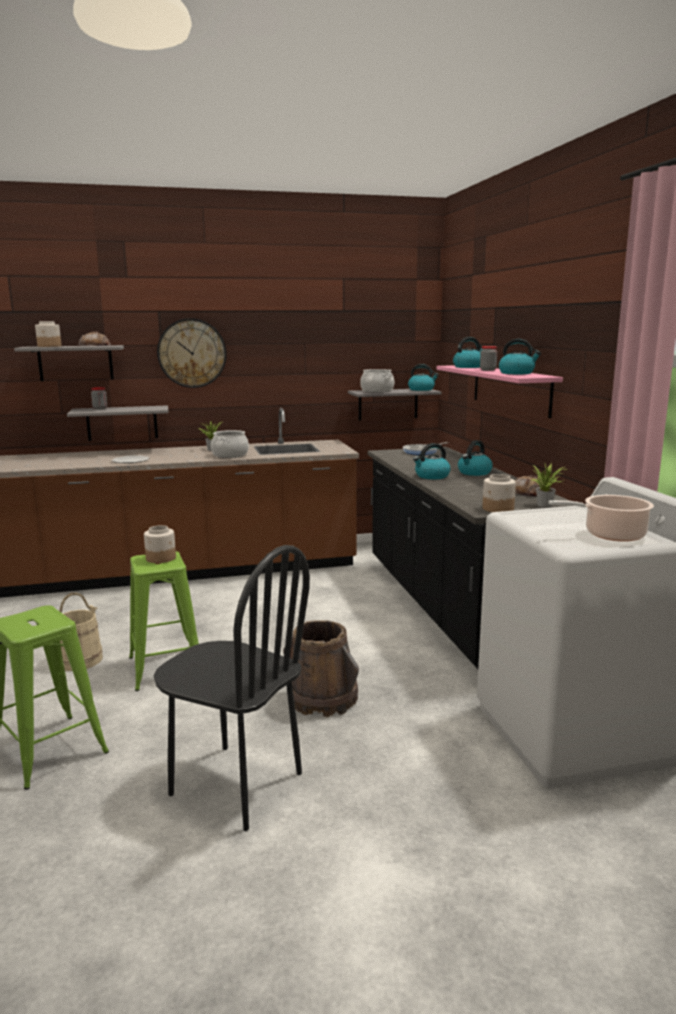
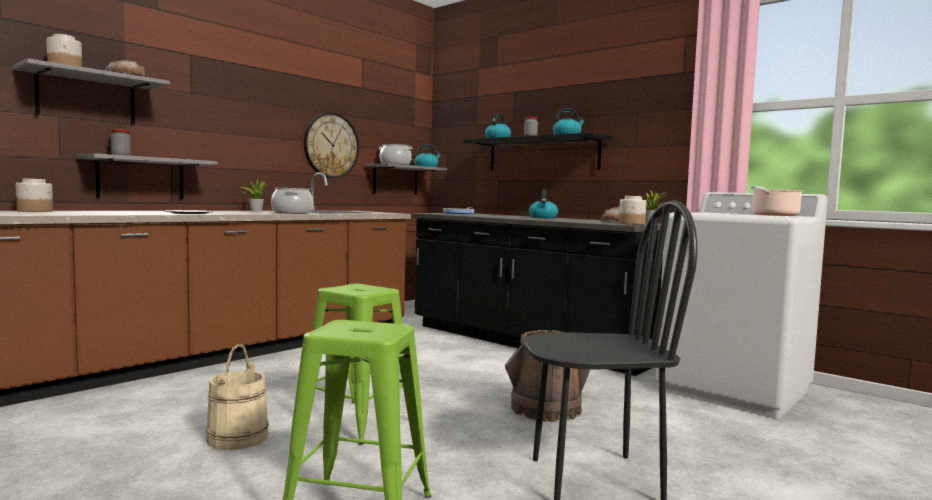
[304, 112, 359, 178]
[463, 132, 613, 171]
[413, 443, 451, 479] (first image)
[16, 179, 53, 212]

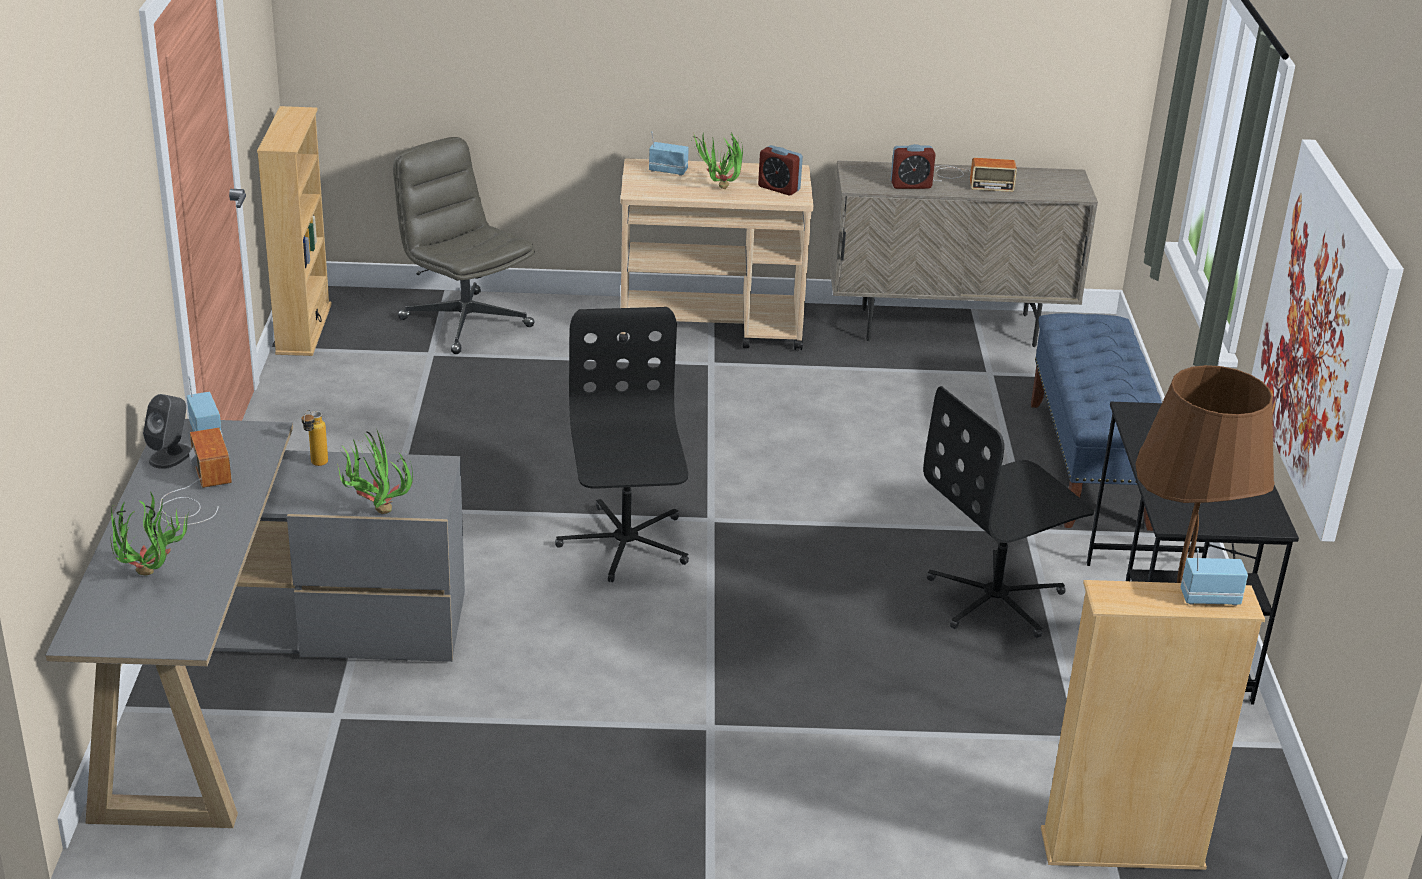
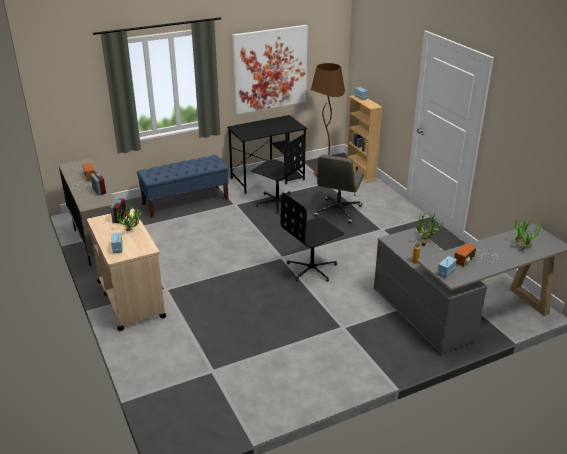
[257, 106, 332, 356] (first image)
[314, 154, 364, 223]
[143, 394, 191, 469] (first image)

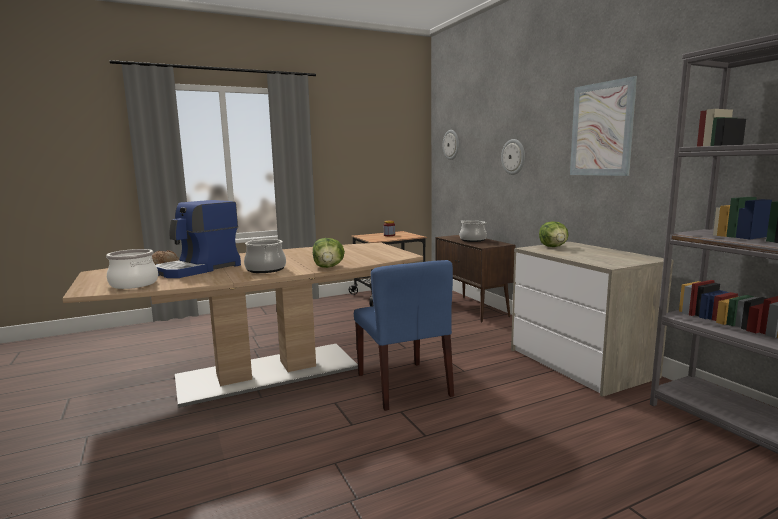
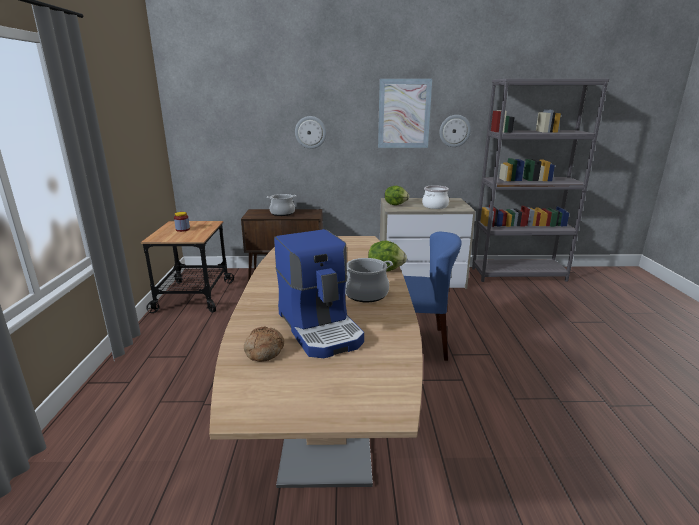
[439, 115, 471, 147]
[422, 185, 449, 209]

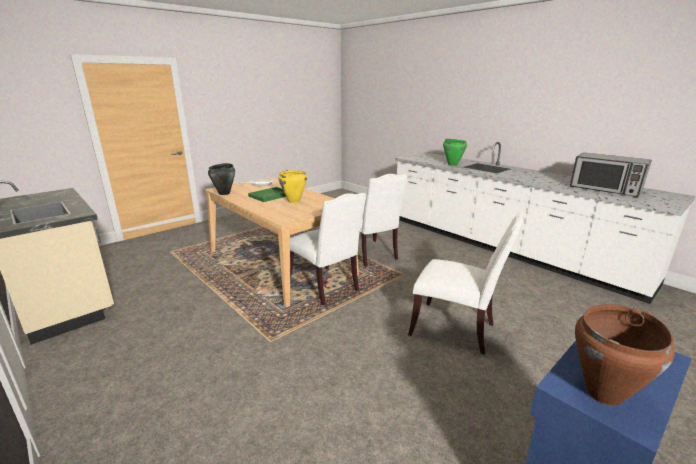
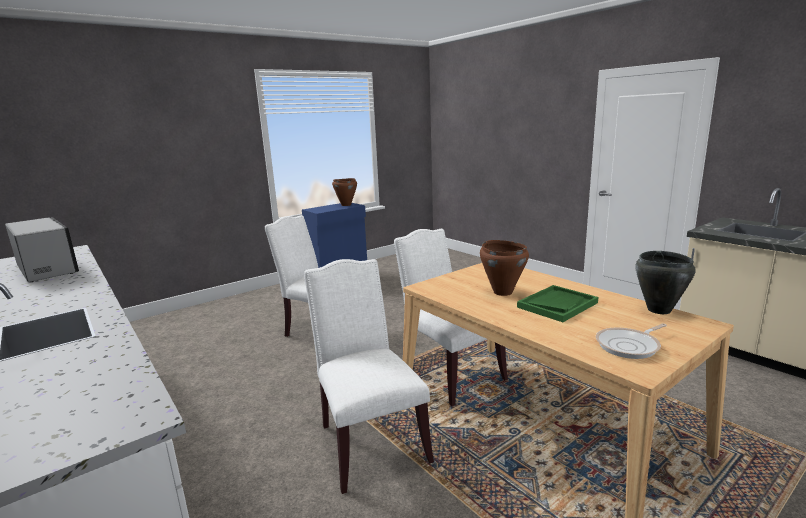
[443, 139, 467, 166] (first image)
[480, 240, 529, 296]

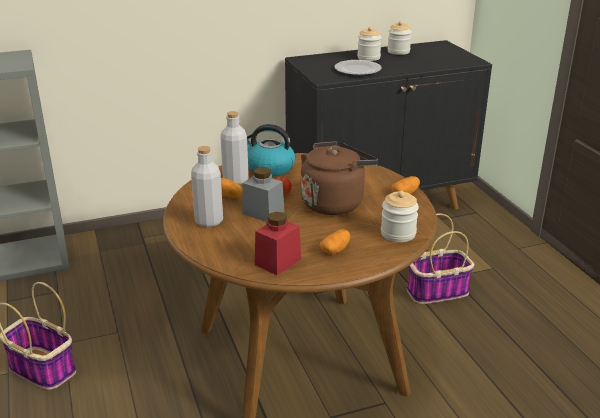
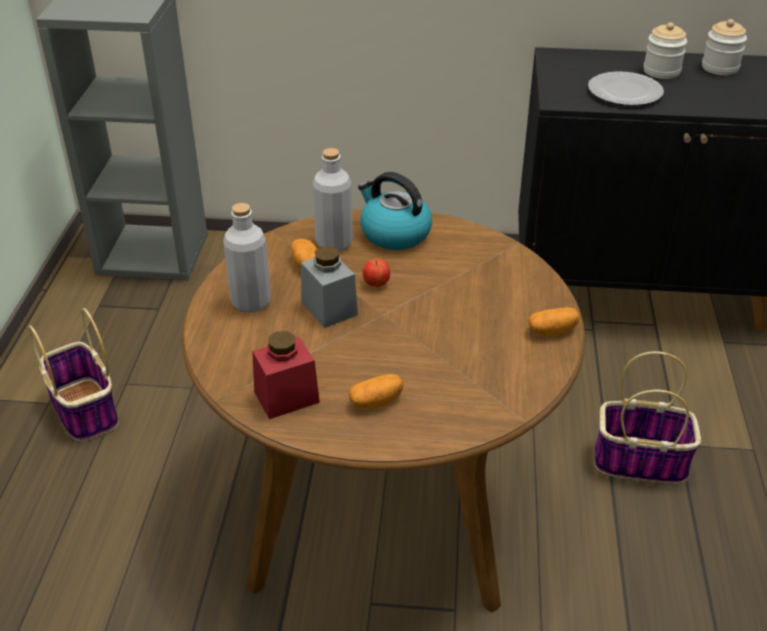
[301, 141, 378, 215] (first image)
[381, 191, 419, 242] (first image)

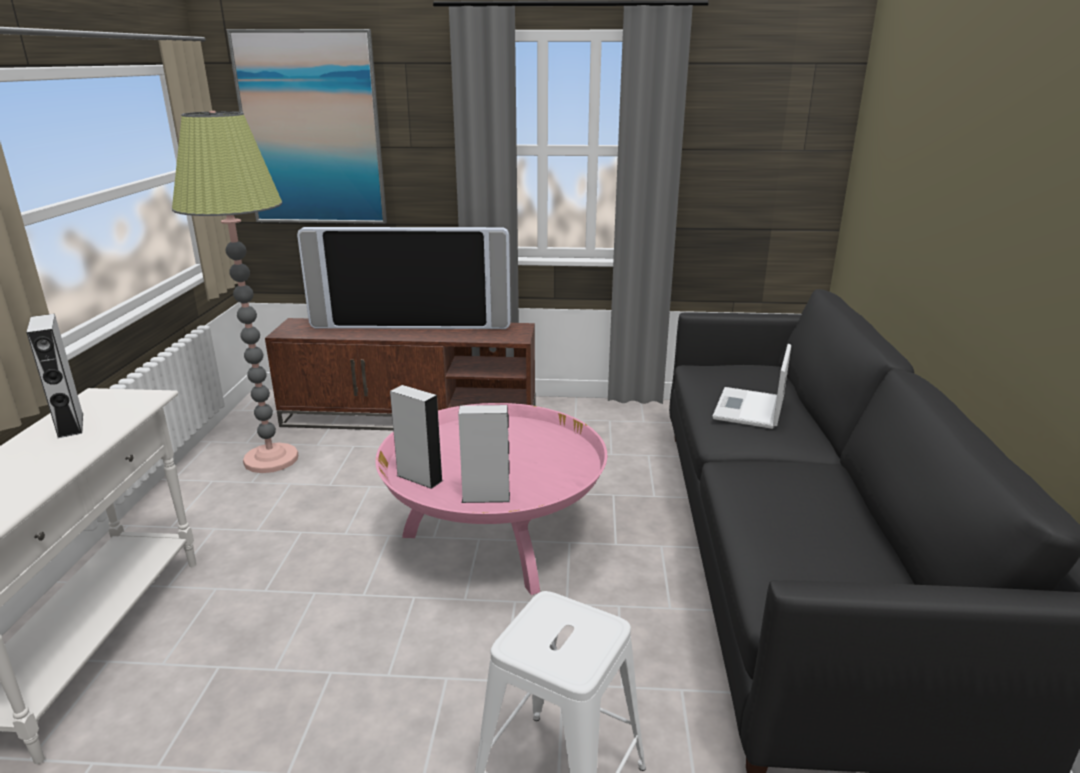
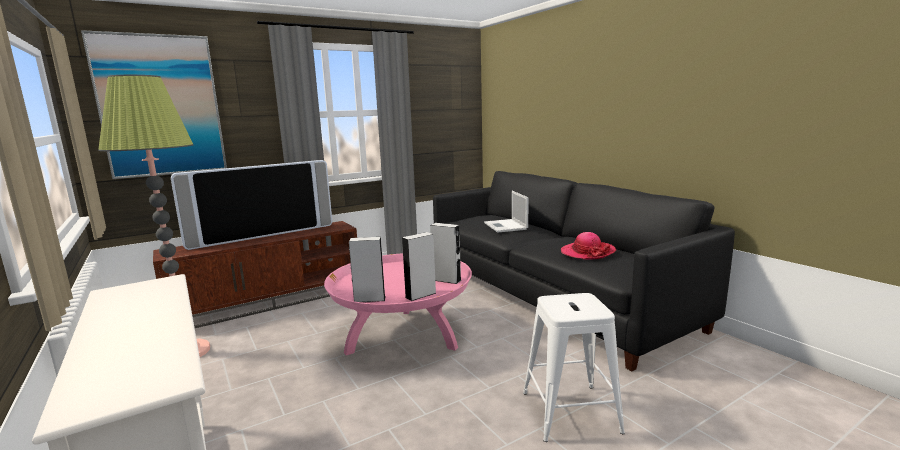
[430, 223, 461, 284]
[561, 232, 617, 260]

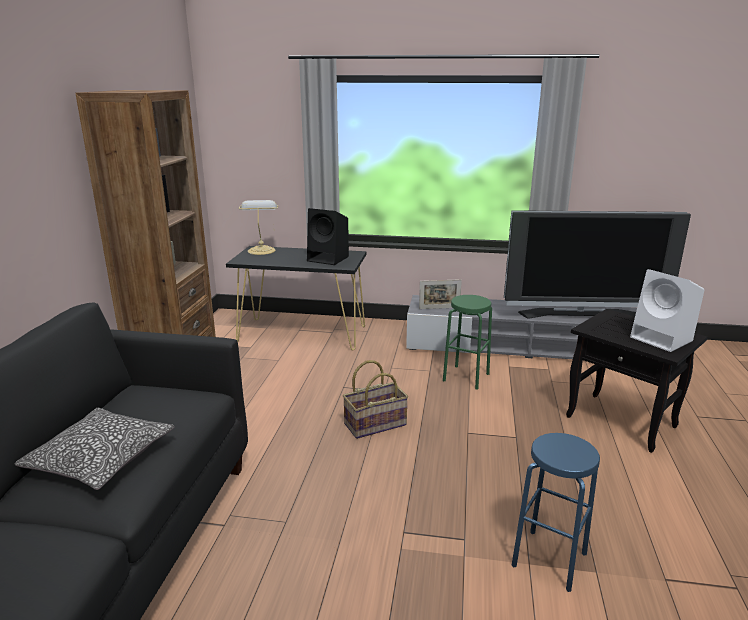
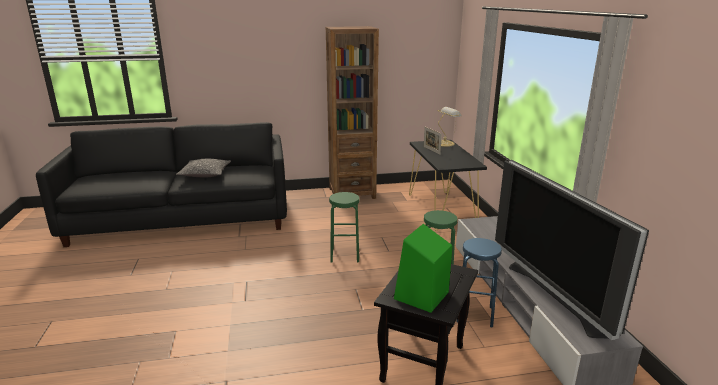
[307, 208, 349, 265] (first image)
[394, 224, 452, 313]
[424, 127, 442, 154]
[329, 192, 360, 263]
[456, 238, 502, 328]

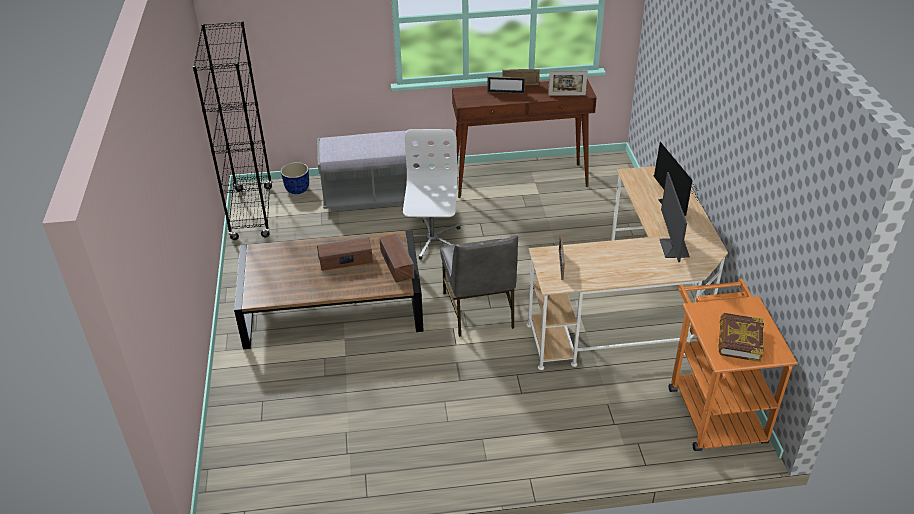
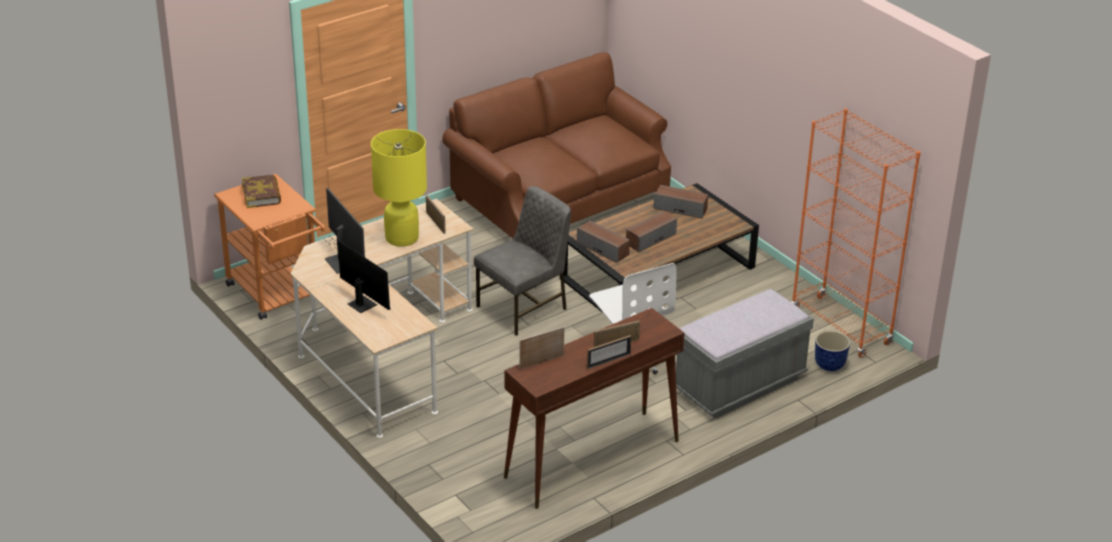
[791, 109, 921, 357]
[474, 186, 571, 336]
[442, 52, 671, 238]
[371, 129, 427, 247]
[653, 185, 708, 219]

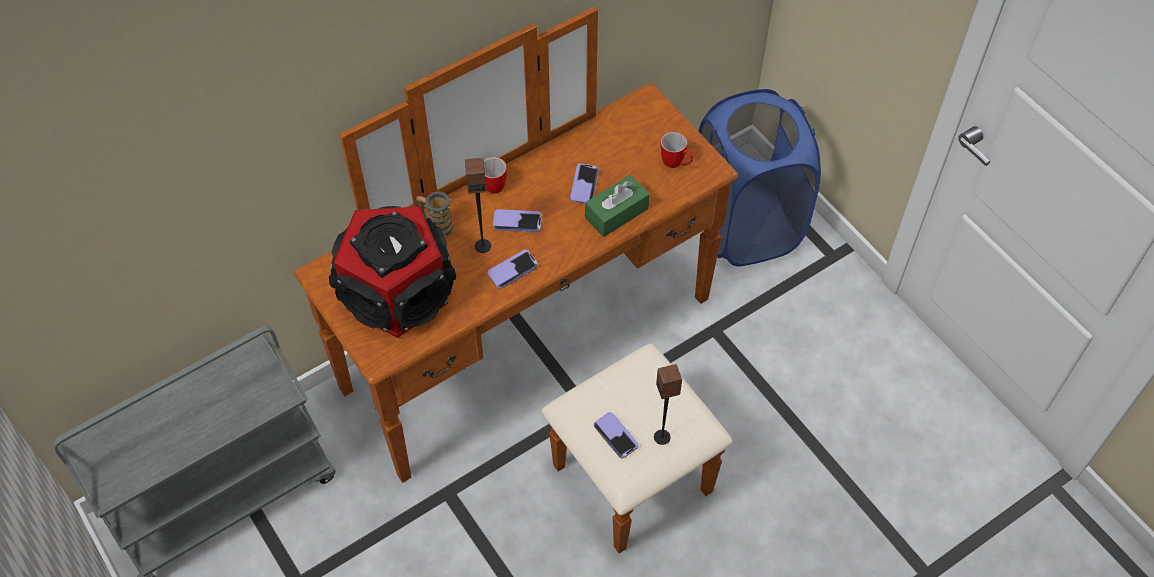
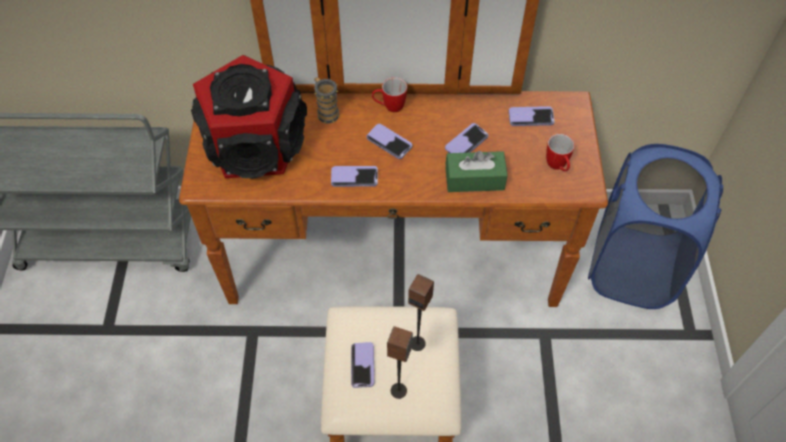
[408, 274, 434, 351]
[509, 106, 555, 126]

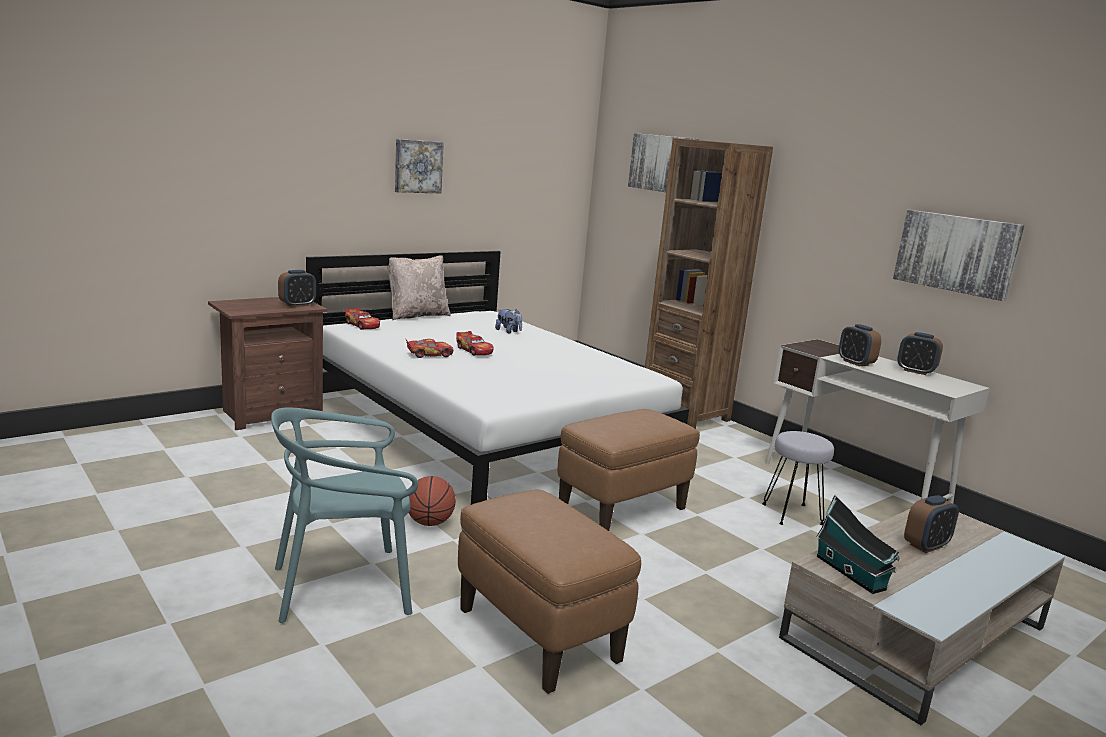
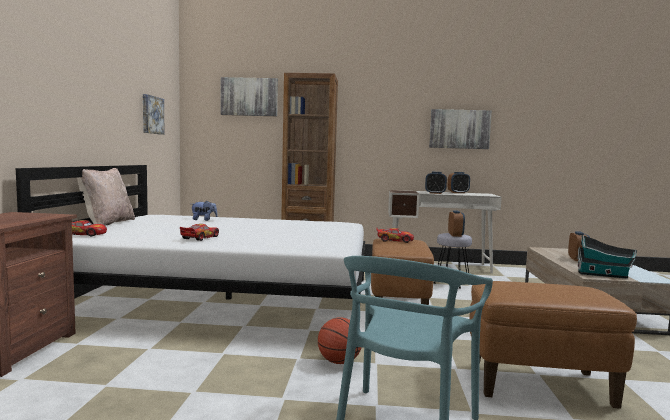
[143, 94, 165, 135]
[448, 210, 465, 237]
[376, 228, 414, 243]

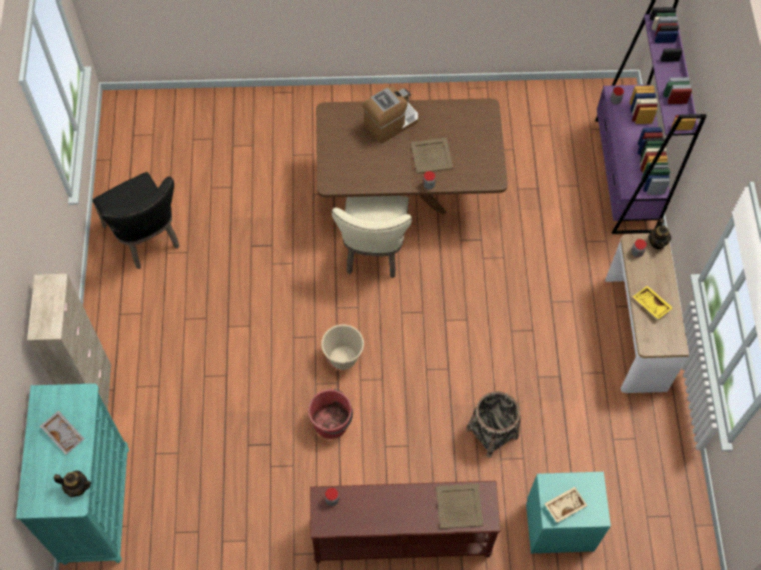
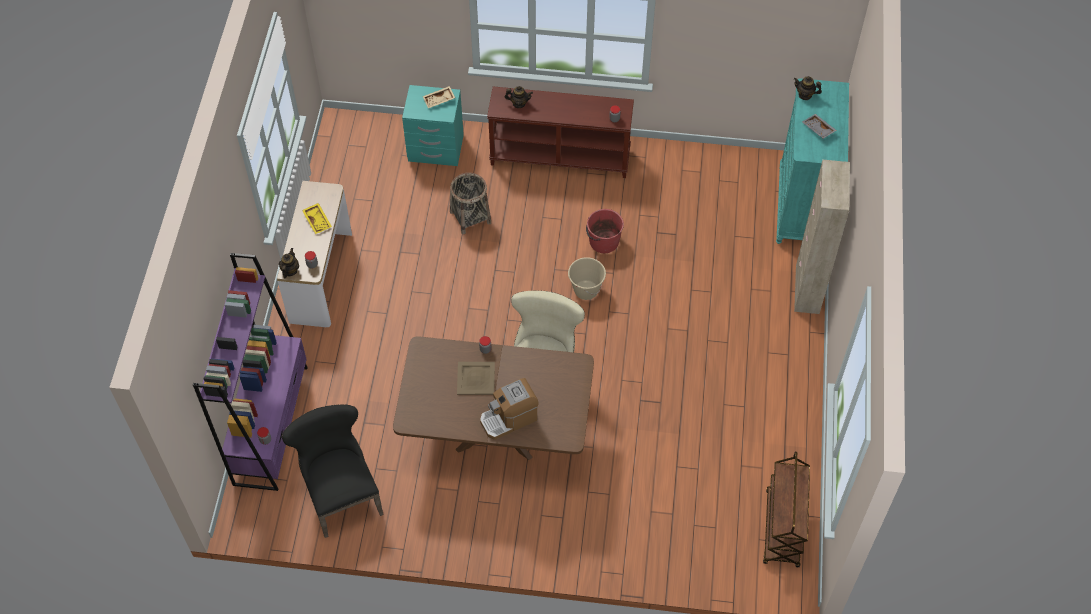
[282, 404, 384, 538]
[505, 86, 533, 108]
[763, 452, 810, 567]

